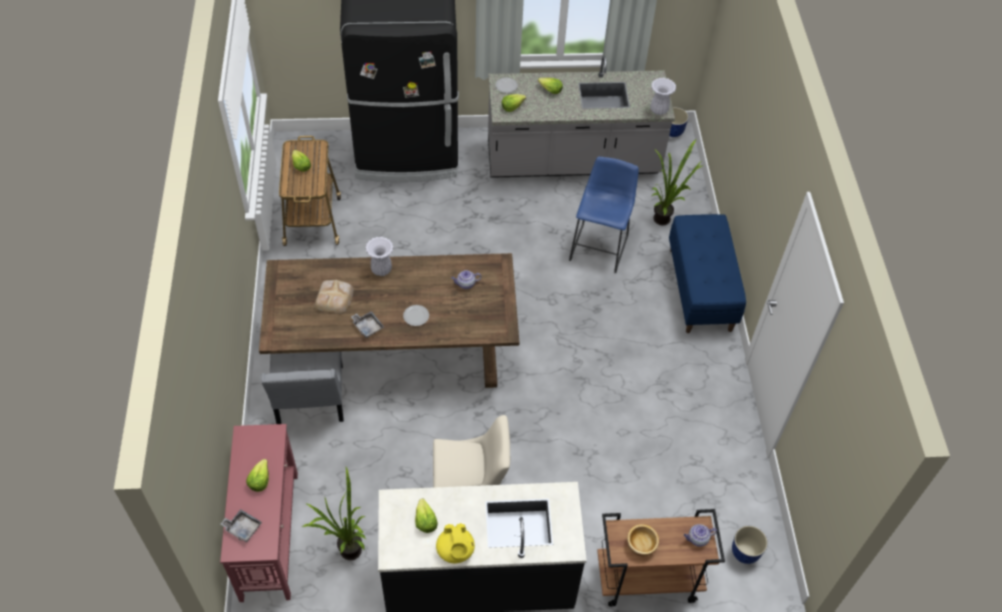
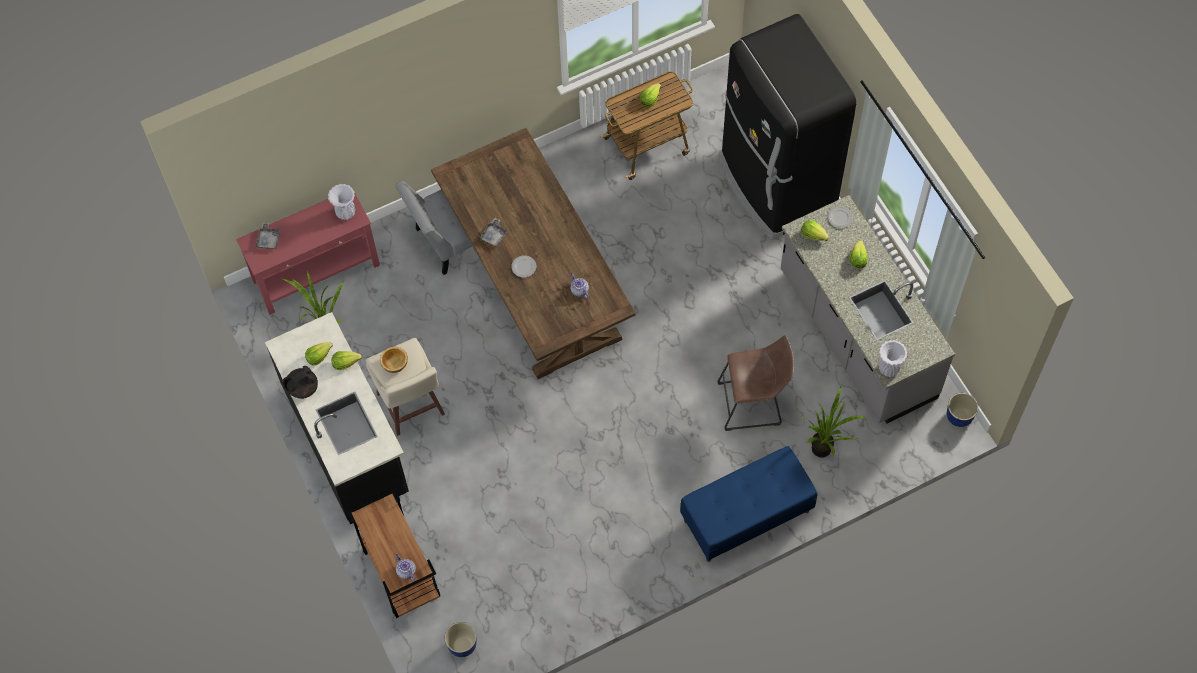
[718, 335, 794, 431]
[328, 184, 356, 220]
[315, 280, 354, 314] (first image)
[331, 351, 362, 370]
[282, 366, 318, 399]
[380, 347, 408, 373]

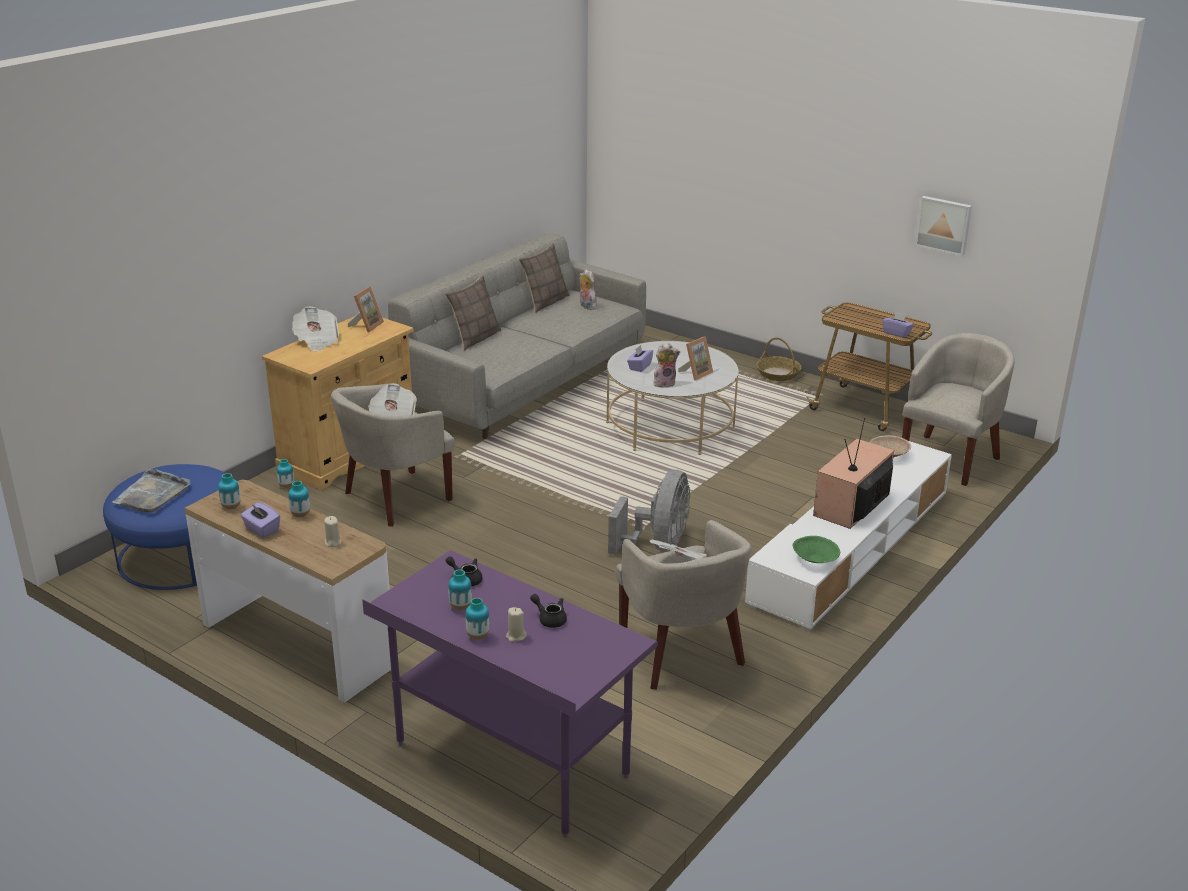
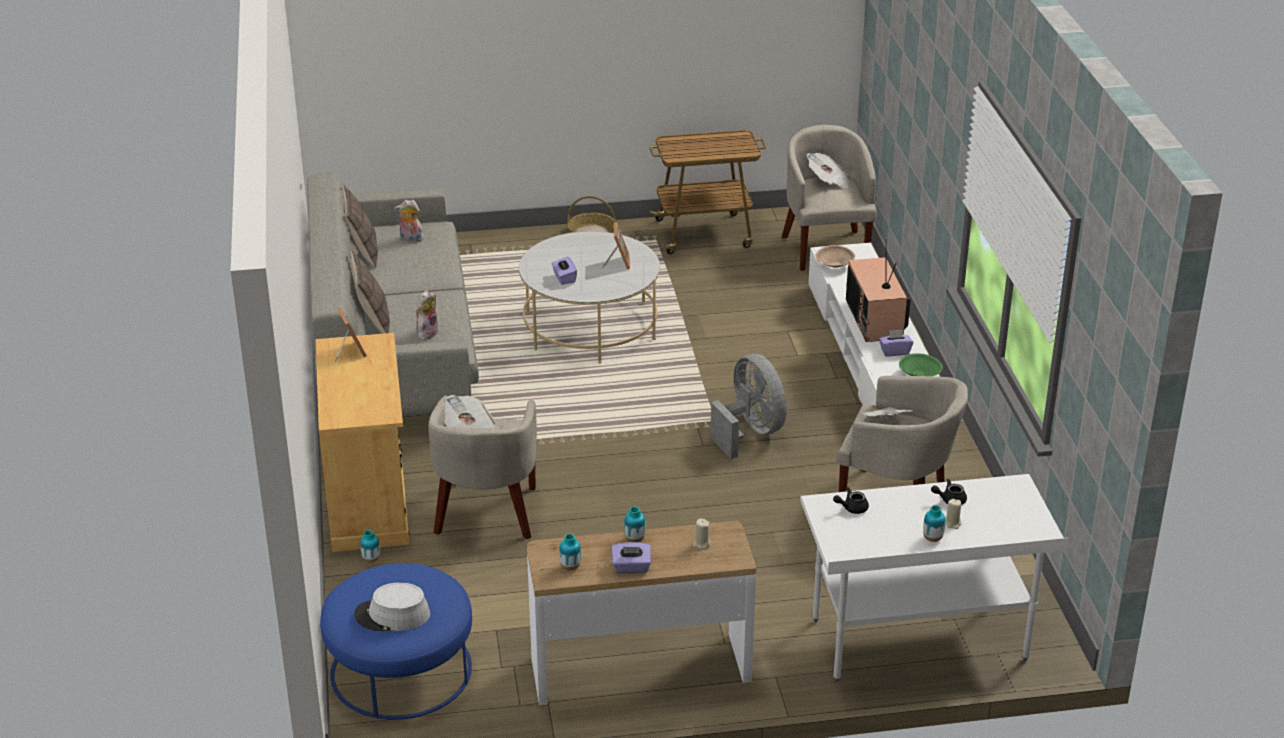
[915, 196, 972, 256] (first image)
[807, 153, 849, 189]
[879, 330, 913, 357]
[413, 290, 439, 340]
[354, 582, 430, 631]
[800, 474, 1068, 682]
[448, 569, 472, 610] (first image)

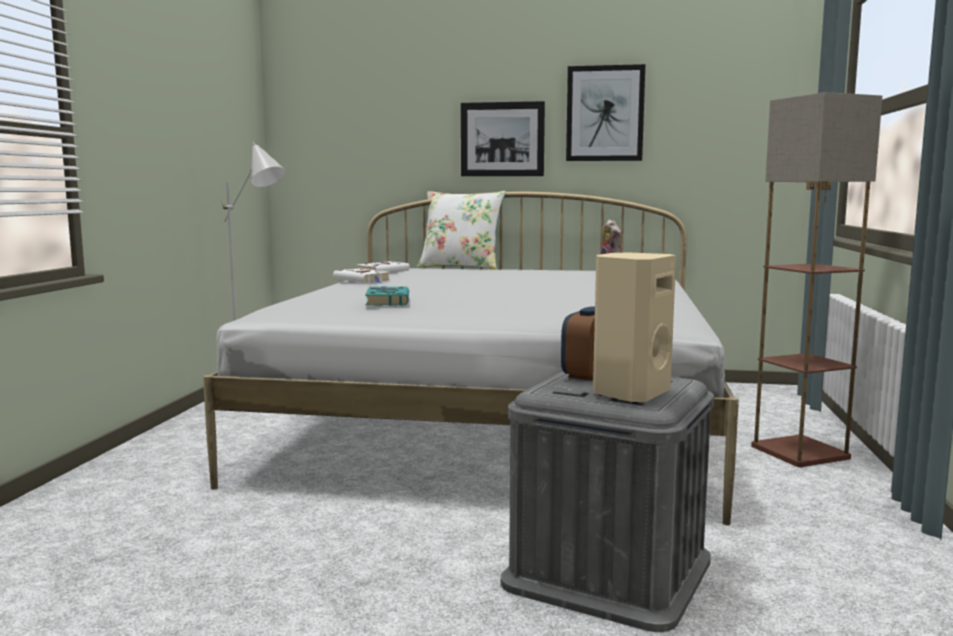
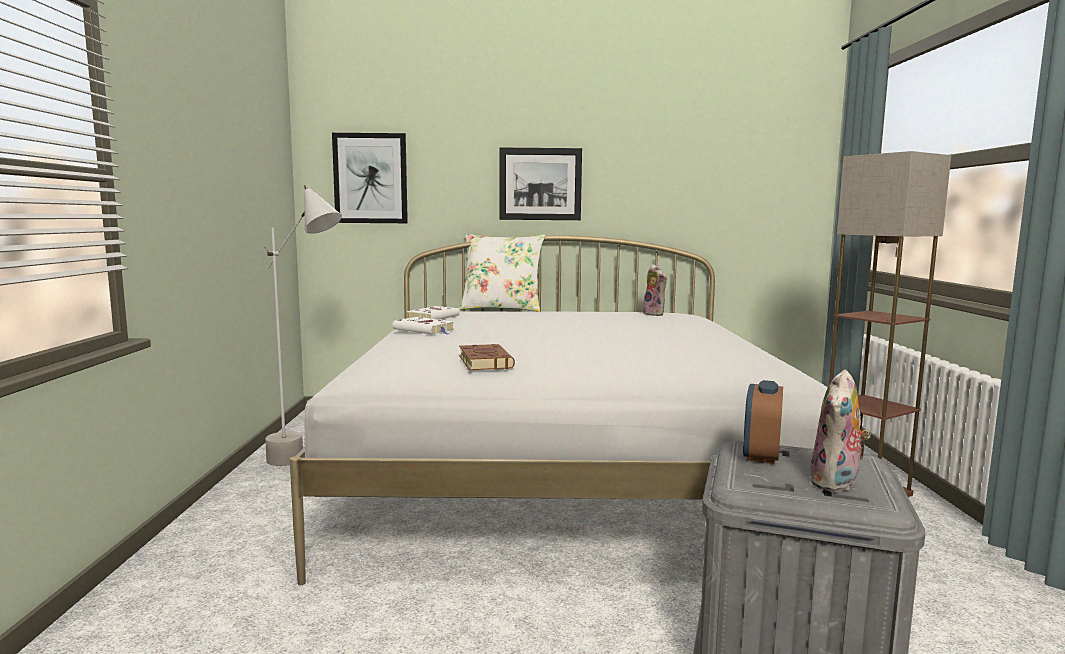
[332, 133, 408, 223]
[809, 370, 871, 492]
[459, 344, 515, 370]

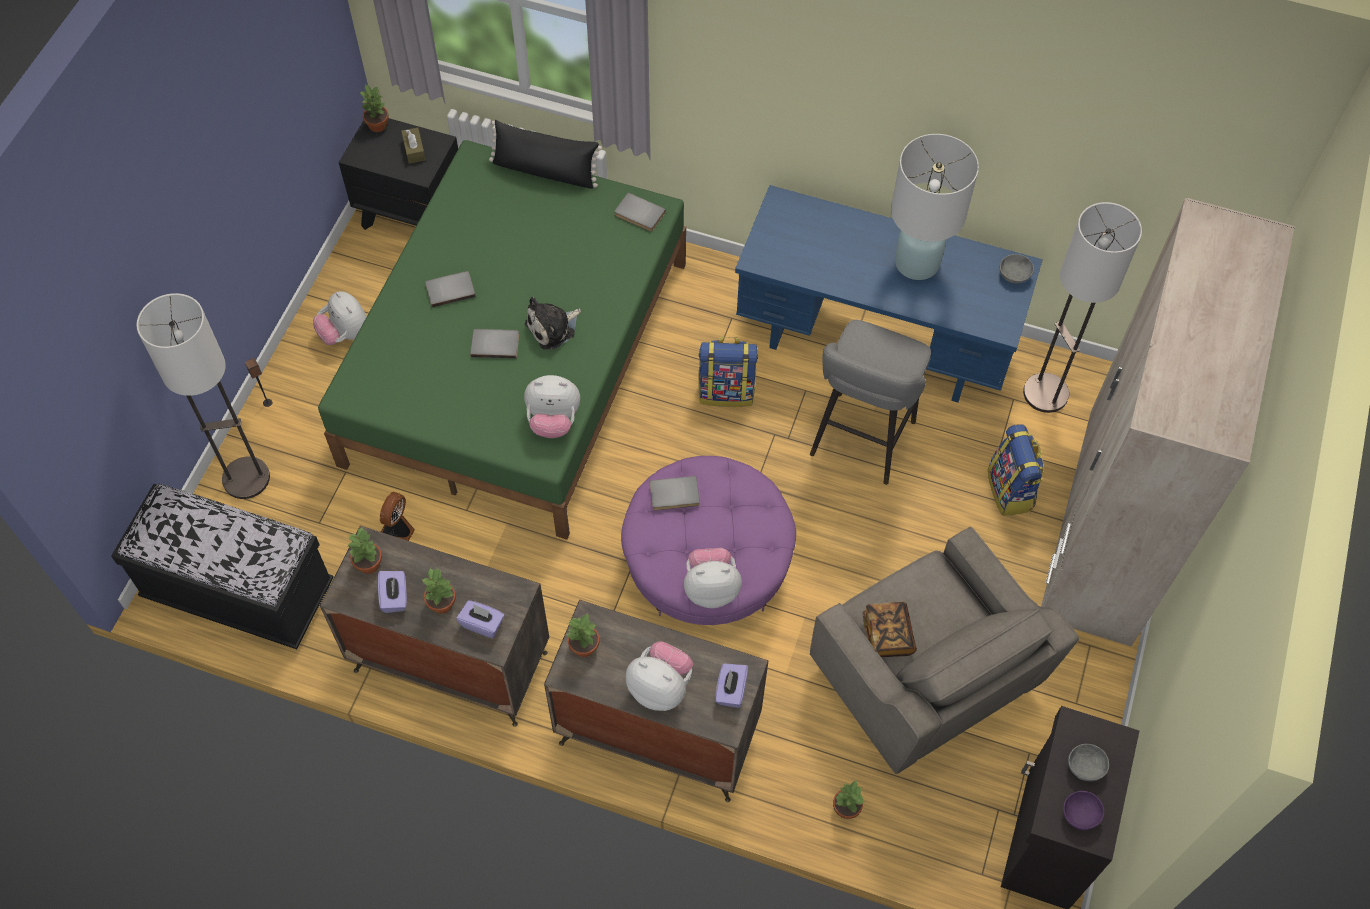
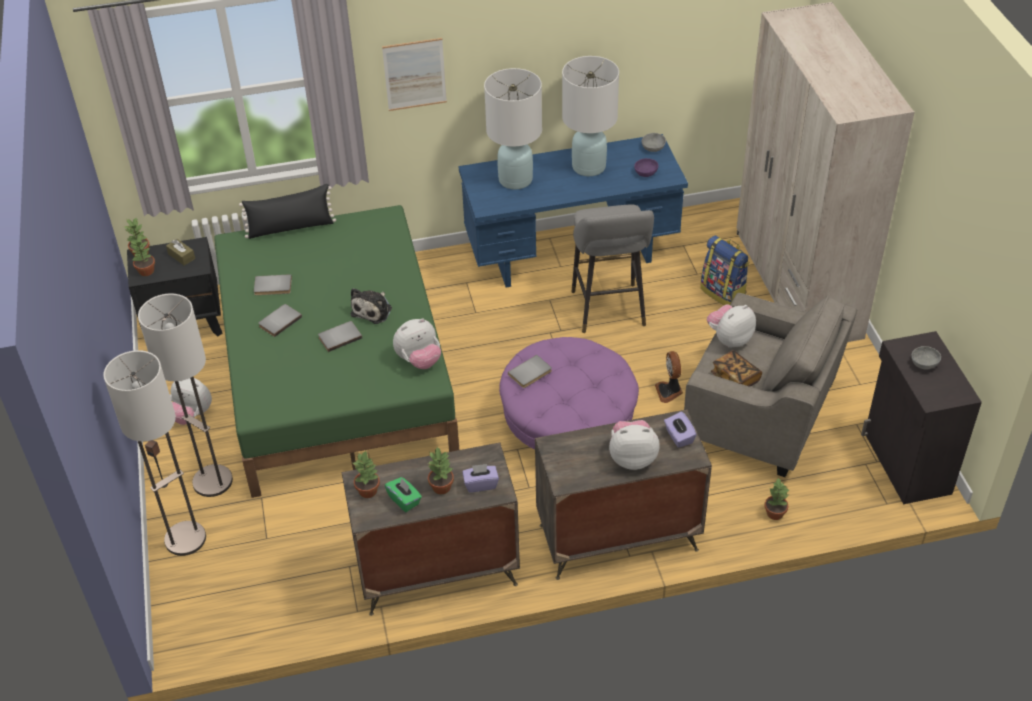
[254, 274, 292, 295]
[138, 293, 233, 497]
[698, 337, 758, 407] (first image)
[111, 484, 333, 649] (first image)
[655, 351, 683, 403]
[707, 304, 756, 348]
[385, 477, 422, 512]
[129, 235, 155, 276]
[634, 158, 658, 177]
[382, 38, 447, 111]
[484, 68, 542, 189]

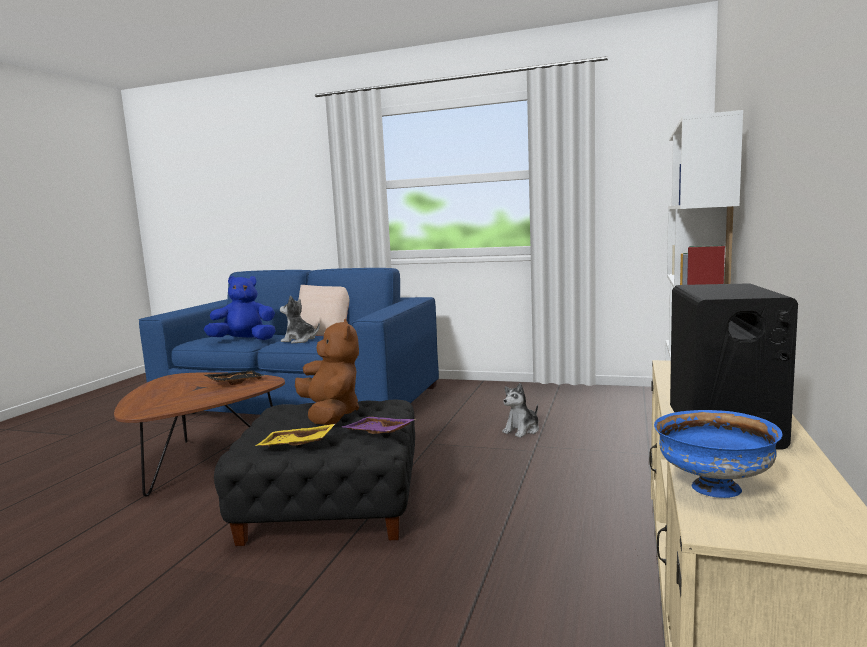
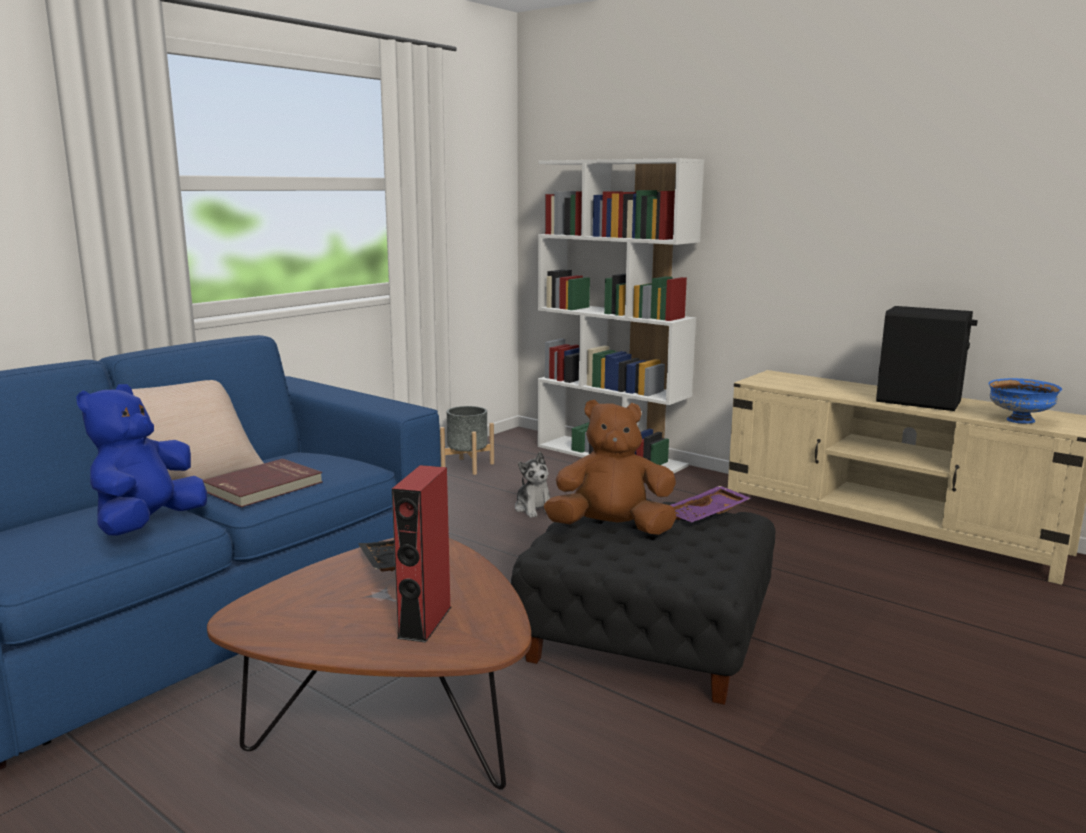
[203, 459, 323, 507]
[255, 424, 335, 447] (first image)
[440, 406, 494, 475]
[392, 465, 451, 643]

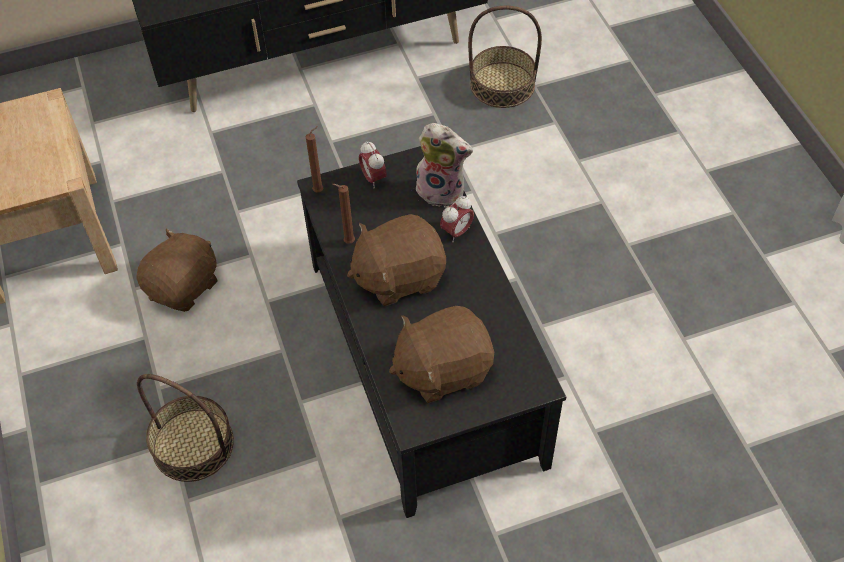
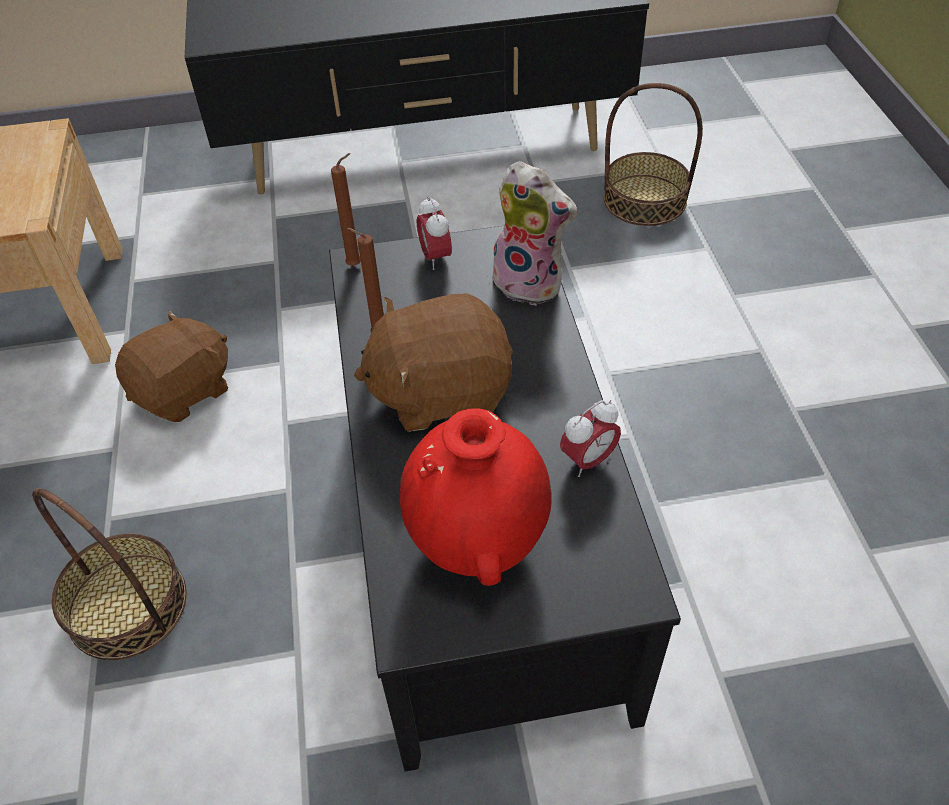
[560, 400, 621, 477]
[400, 408, 551, 586]

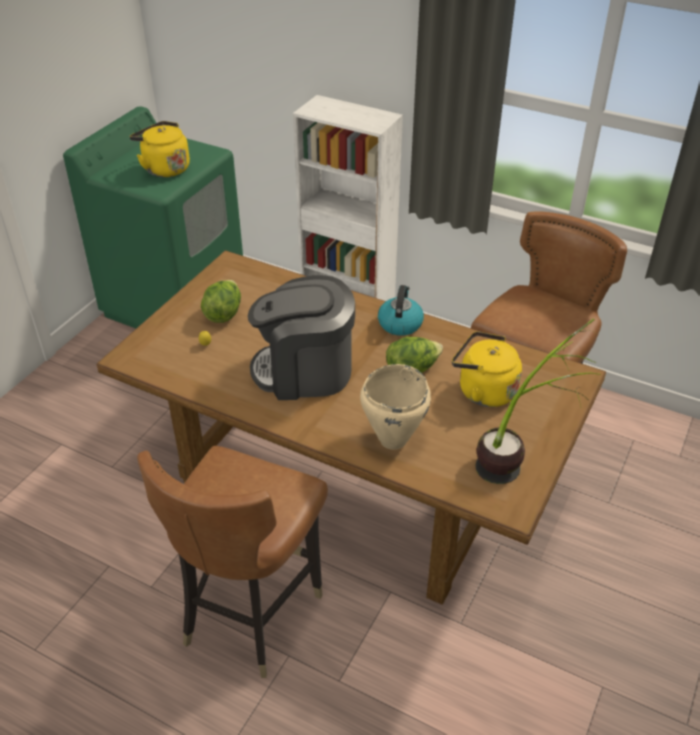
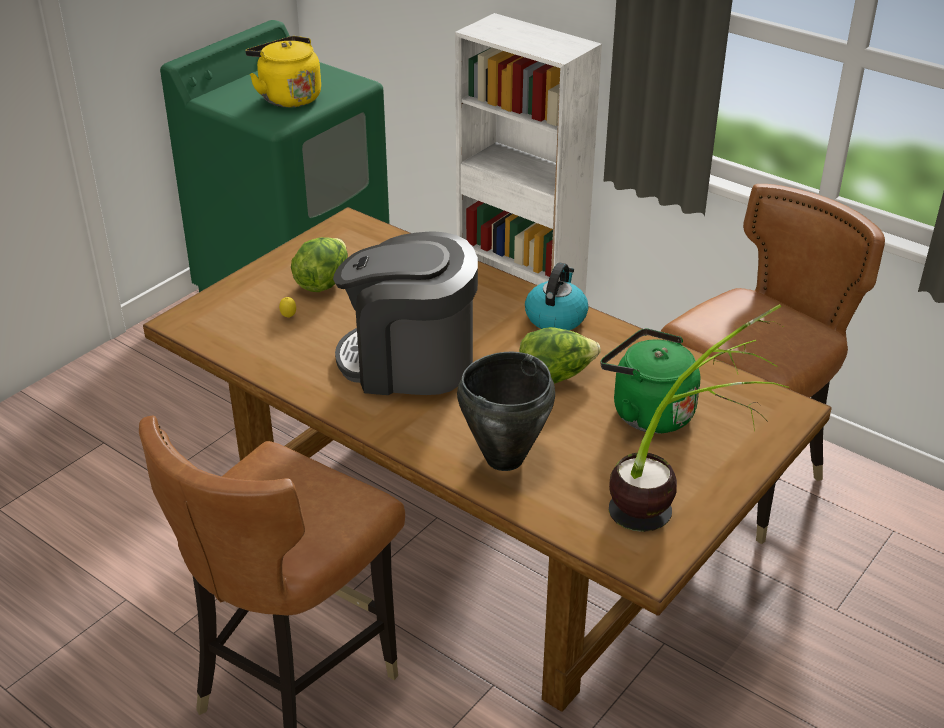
[601, 328, 700, 433]
[457, 352, 555, 471]

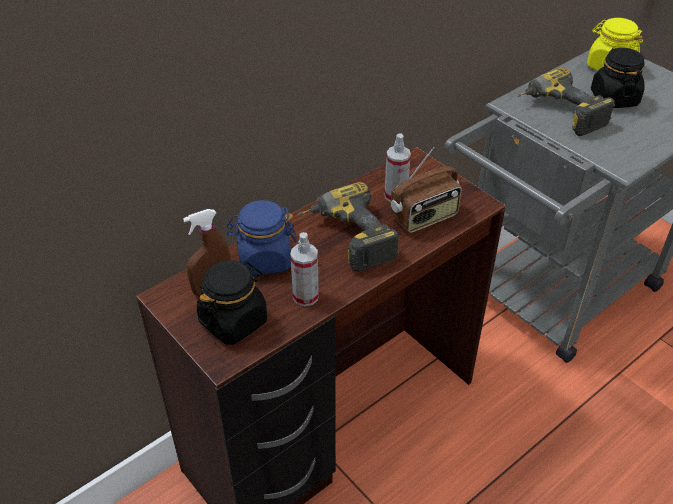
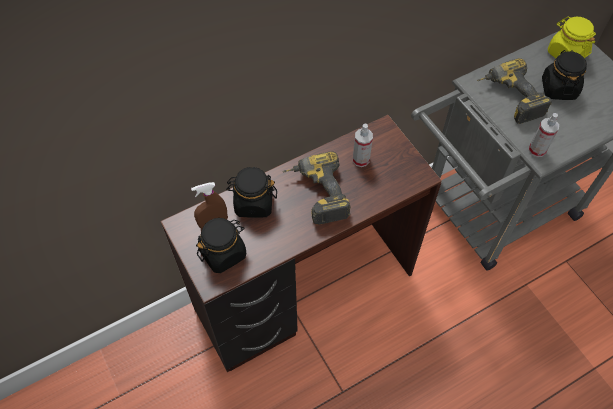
[390, 147, 462, 233] (first image)
[226, 167, 277, 218]
[529, 113, 559, 157]

